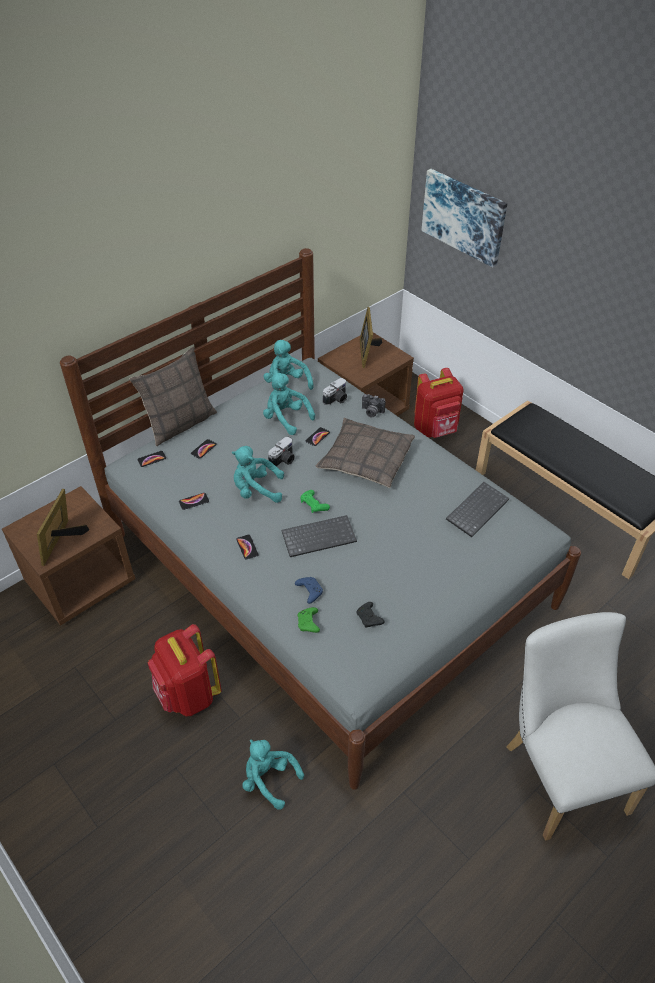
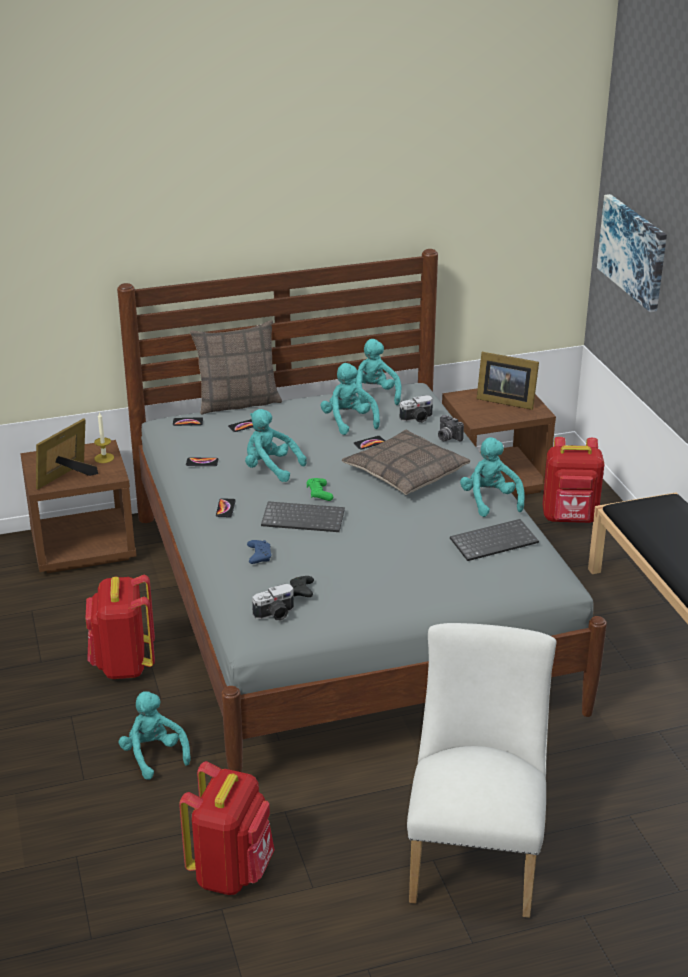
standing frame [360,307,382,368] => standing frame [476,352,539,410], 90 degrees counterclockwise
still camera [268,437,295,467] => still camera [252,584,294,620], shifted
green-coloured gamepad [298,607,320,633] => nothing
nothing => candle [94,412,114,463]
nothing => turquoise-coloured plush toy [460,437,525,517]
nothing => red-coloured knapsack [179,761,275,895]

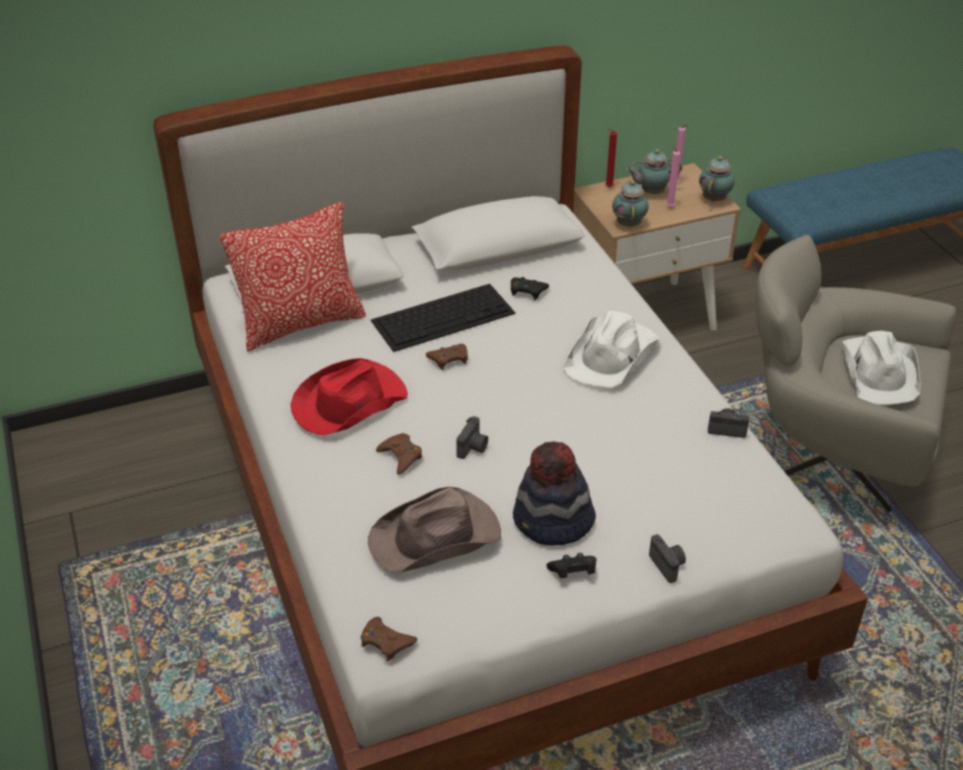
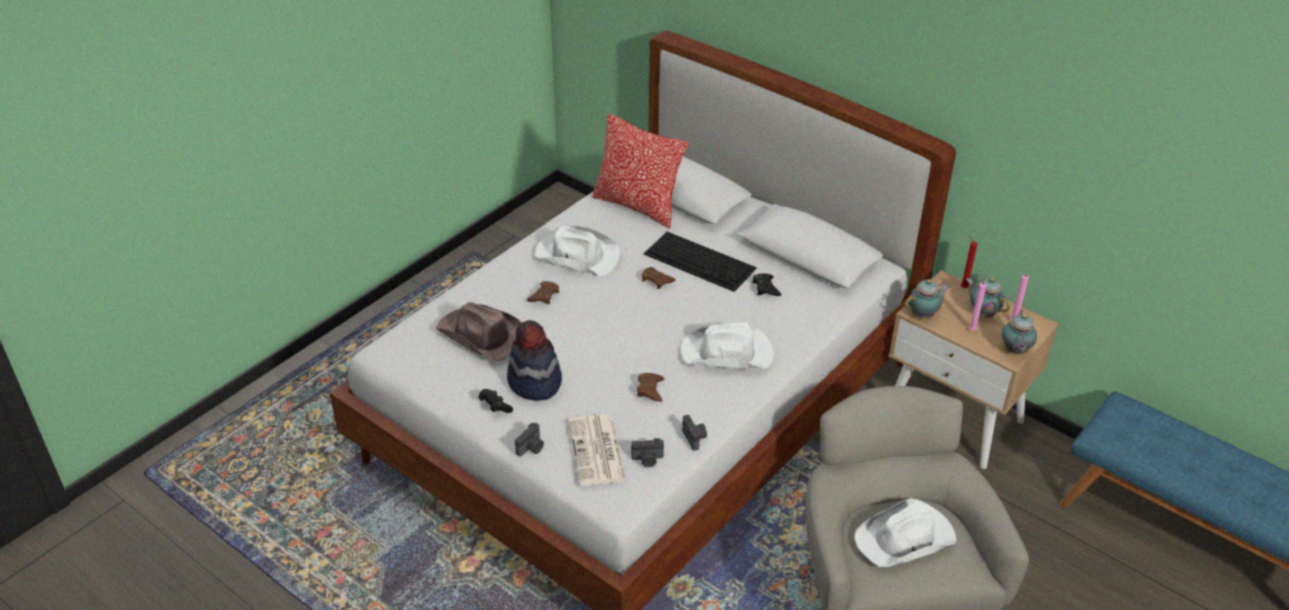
tea pot [699,156,735,202] => tea pot [1002,310,1037,355], 105 degrees clockwise
red-coloured wearable hat [291,358,408,436] => whitish wearable hat [535,225,620,276]
still camera [456,416,488,459] => still camera [631,438,664,467], shifted
brown gamepad [361,617,417,661] => brown gamepad [637,373,664,402], shifted
nothing => daily paper [568,414,627,486]

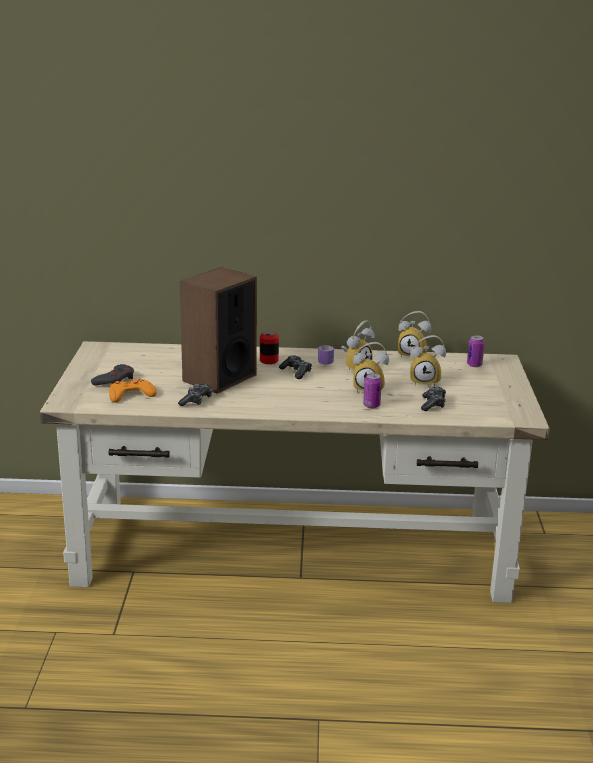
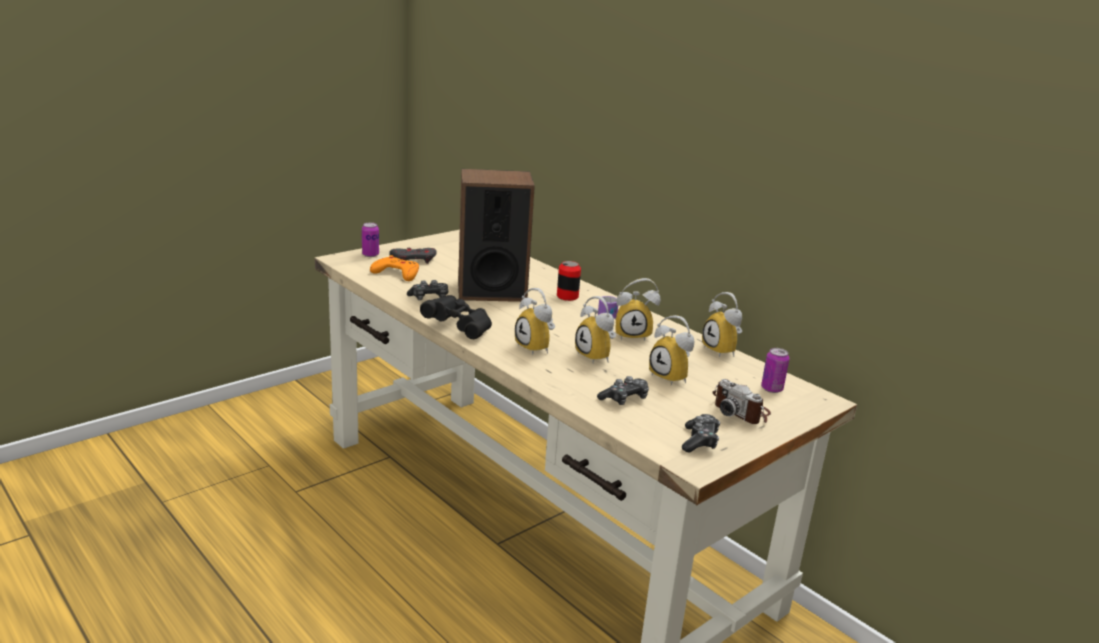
gamepad [279,355,312,379] => gamepad [682,414,720,453], shifted
sealed can [363,373,382,408] => sealed can [362,223,379,257], shifted
nothing => alarm clock [515,288,555,355]
nothing => blackish binoculars [420,295,492,339]
nothing => still camera [712,379,771,424]

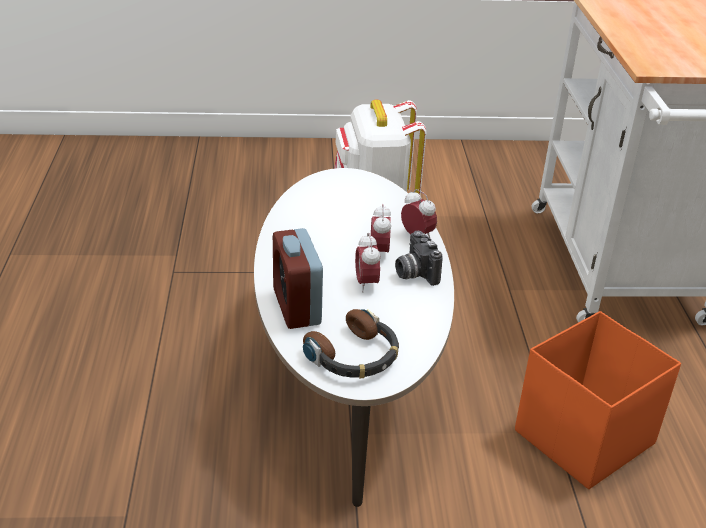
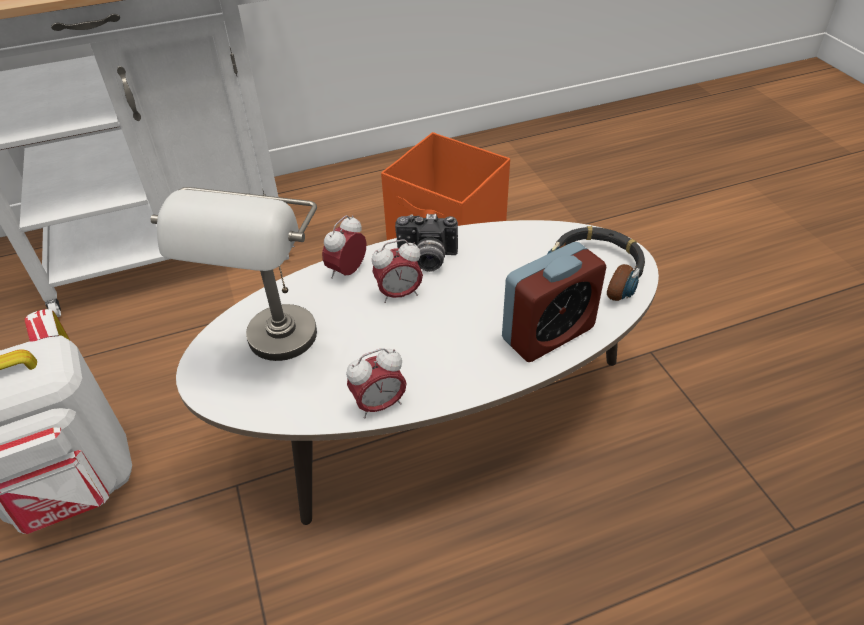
still camera [395,231,443,286] => still camera [395,214,458,272], 45 degrees clockwise
alarm clock [355,233,380,293] => alarm clock [346,348,407,419], shifted
nothing => greyish table lamp [151,187,317,361]

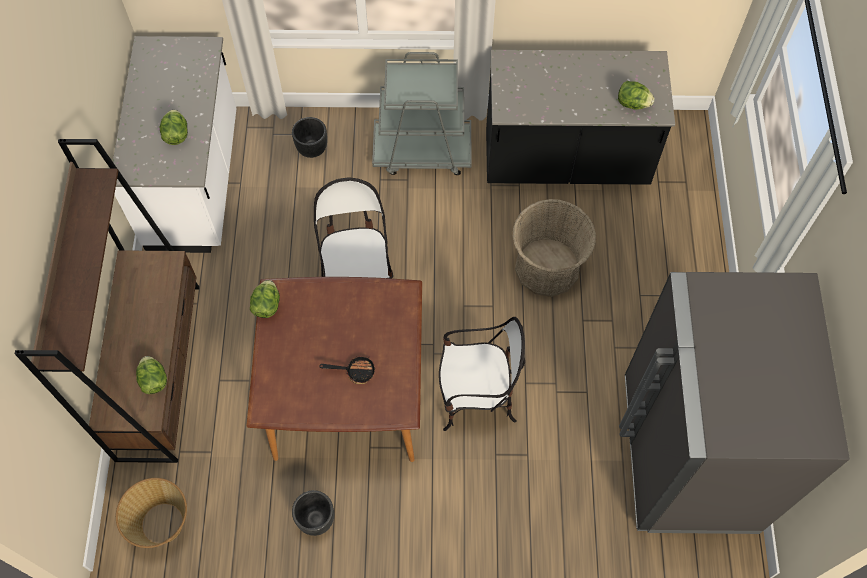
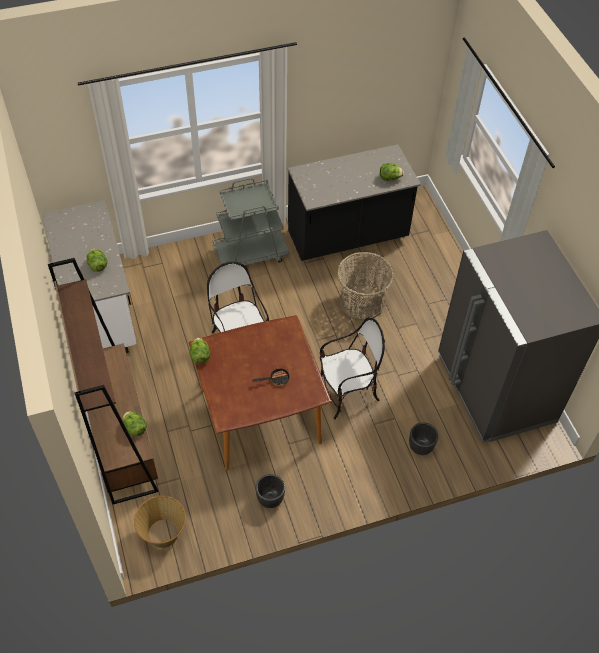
blackish plant pot [292,117,327,158] => blackish plant pot [409,422,438,455], shifted

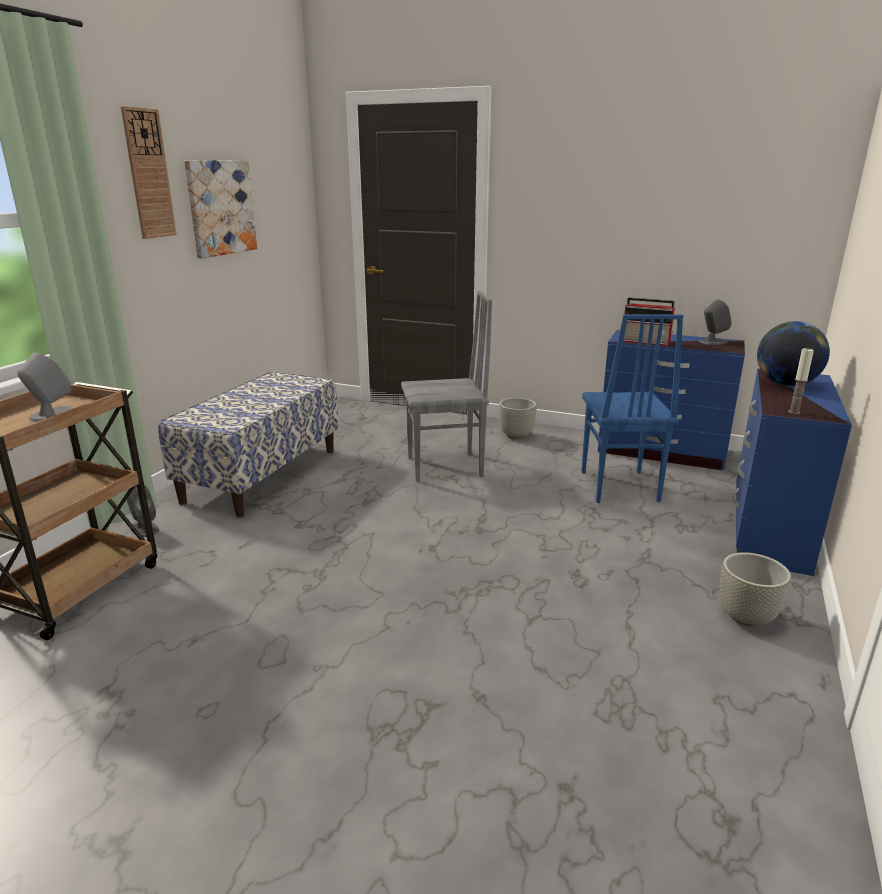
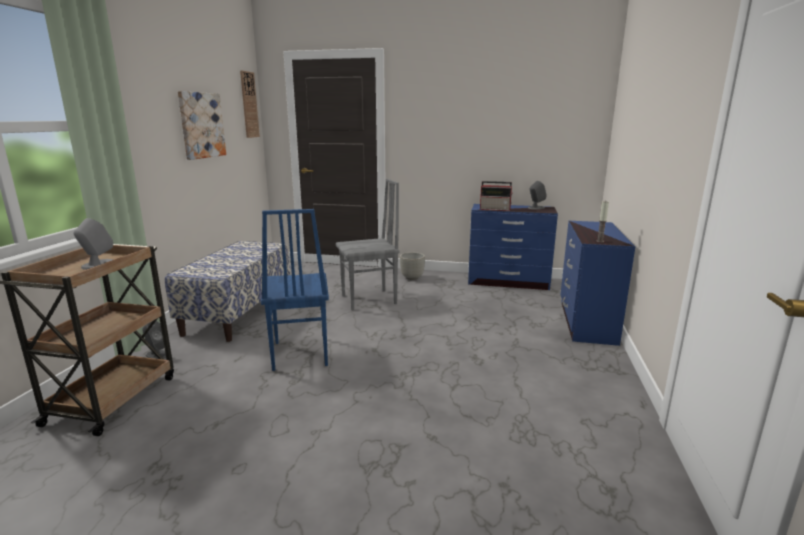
hanging clock [121,106,177,239] => hanging clock [240,70,260,138], shifted
blue-coloured plain chair [581,314,683,503] => blue-coloured plain chair [261,209,329,371], shifted
desk globe [757,321,830,386] => nothing
greyish plant pot [719,552,791,627] => nothing

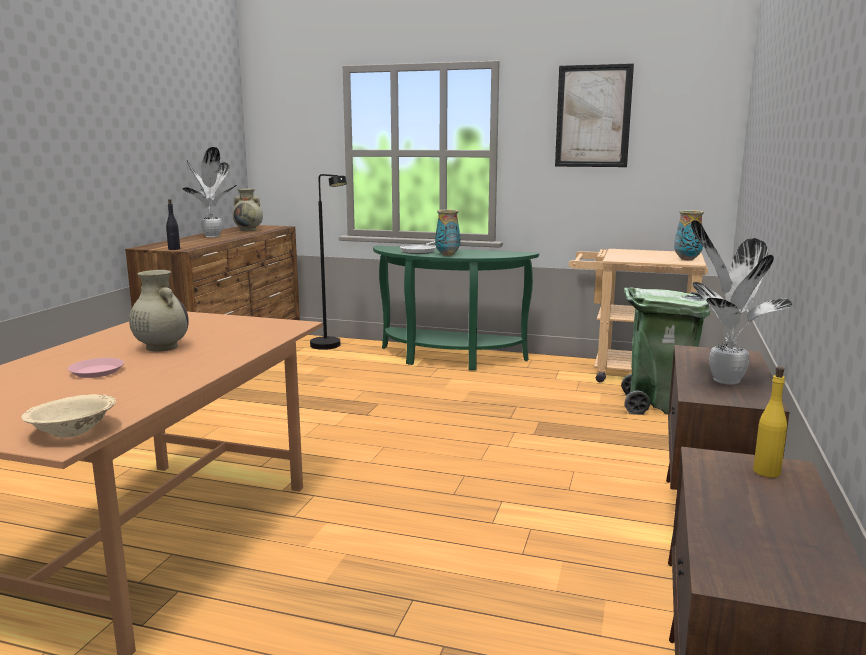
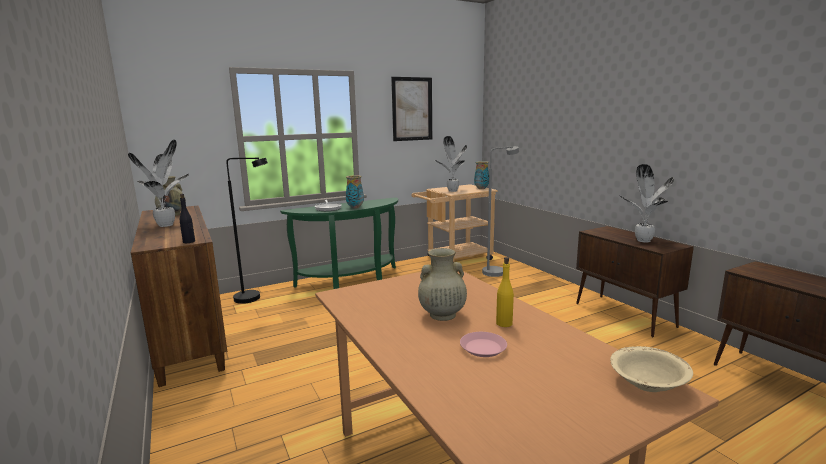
green-coloured waste bin [621,287,710,415] => greyish standard lamp [482,146,519,277]
yellow bottle [753,367,787,478] => yellow bottle [496,257,514,327], shifted
nothing => plant in a pot [435,136,467,192]

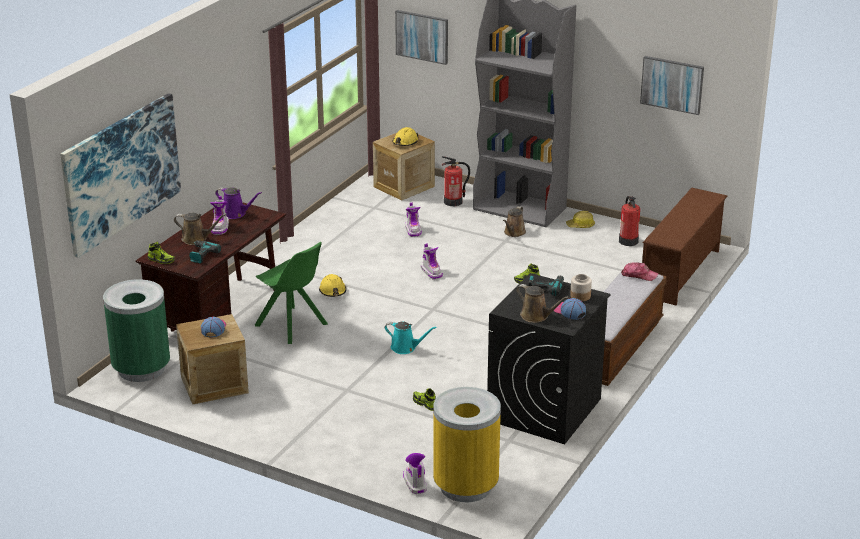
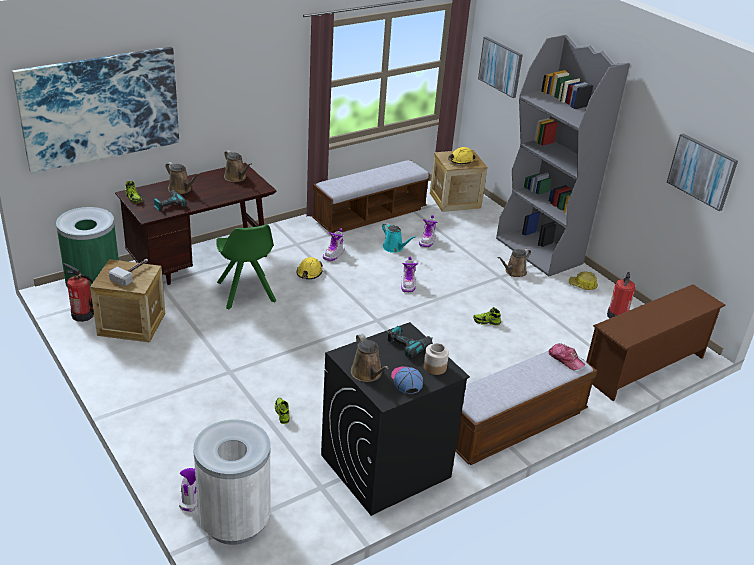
fire extinguisher [442,156,470,206] => fire extinguisher [63,263,94,322], shifted
purple-coloured sprinkling can [215,188,262,219] => brown sprinkling can [224,150,252,182]
tall boot [210,196,229,235] => tall boot [323,228,345,261], shifted
peaked cap [201,317,226,338] => tool hammer [108,259,148,286]
turquoise-coloured sprinkling can [385,321,437,354] => turquoise-coloured sprinkling can [382,223,416,253], shifted
yellow waste bin [433,387,501,502] => whitish waste bin [193,419,271,545]
nothing => long seat [312,160,430,233]

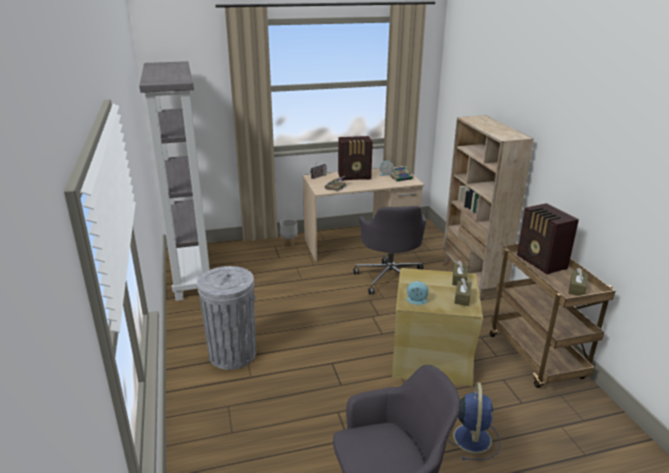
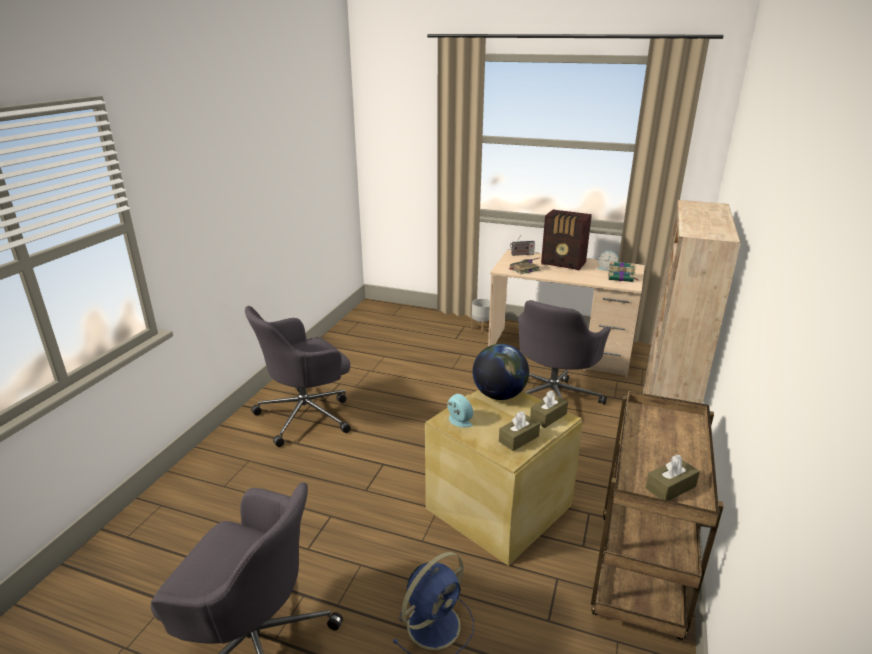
greyish bookshelf [139,61,210,301] => nothing
radio set [517,203,579,274] => nothing
greyish waste bin [197,266,256,370] => greyish desk chair [245,306,351,447]
nothing => desk globe [472,344,529,400]

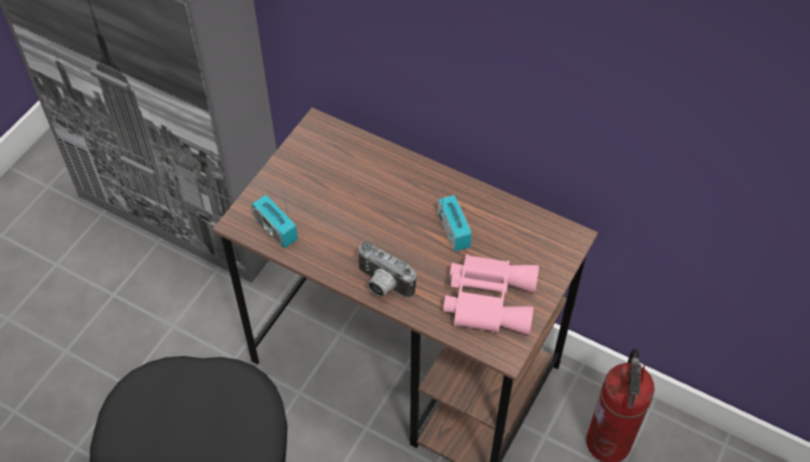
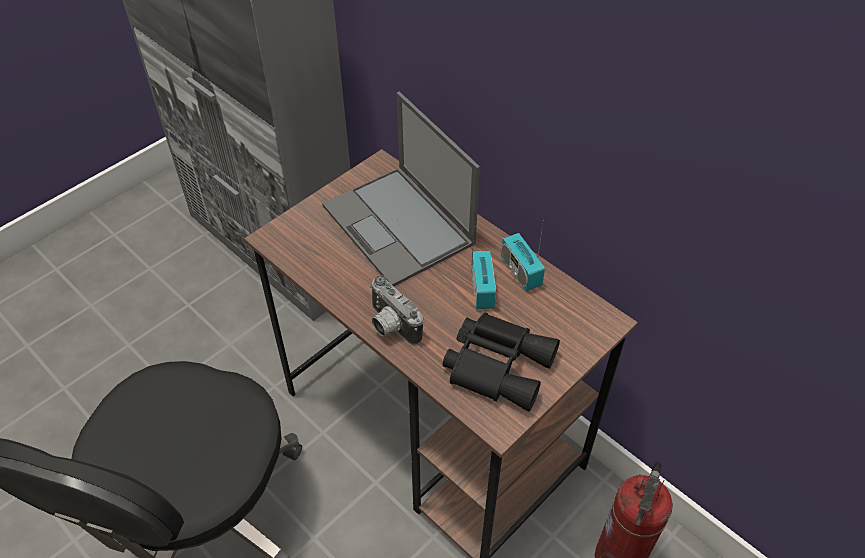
radio set [252,186,298,248] => radio set [501,224,545,291], shifted
pink-coloured binoculars [443,254,539,335] => blackish binoculars [442,312,560,411]
nothing => portable computer [322,92,480,286]

